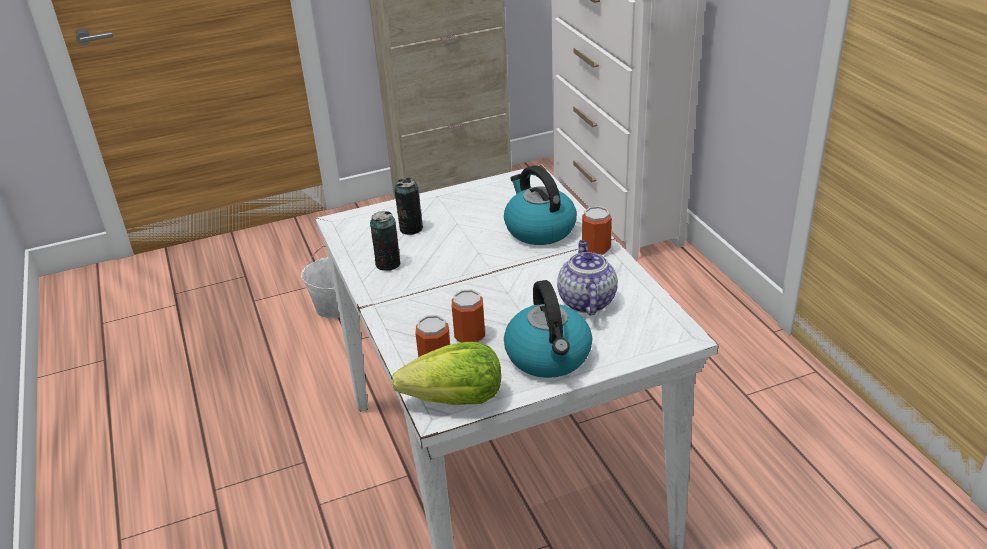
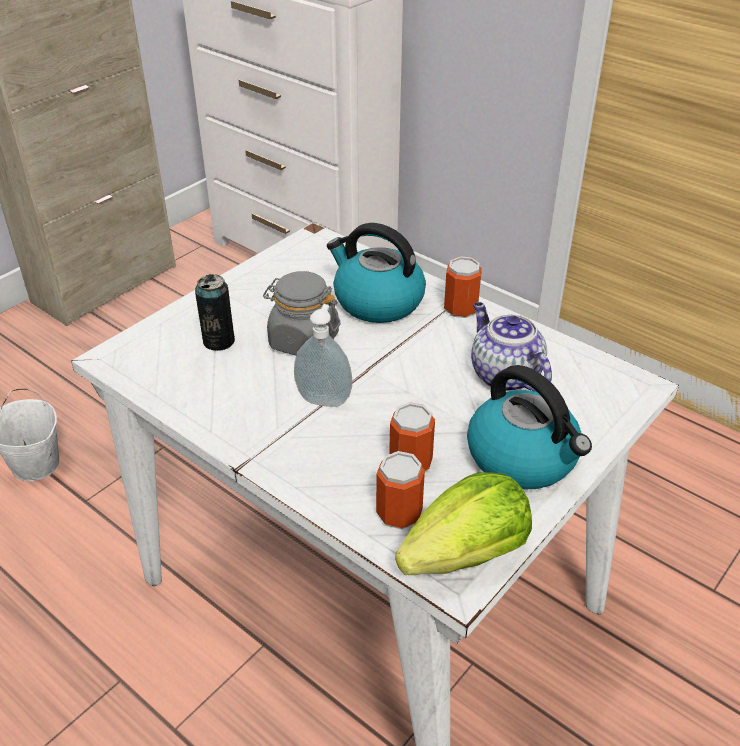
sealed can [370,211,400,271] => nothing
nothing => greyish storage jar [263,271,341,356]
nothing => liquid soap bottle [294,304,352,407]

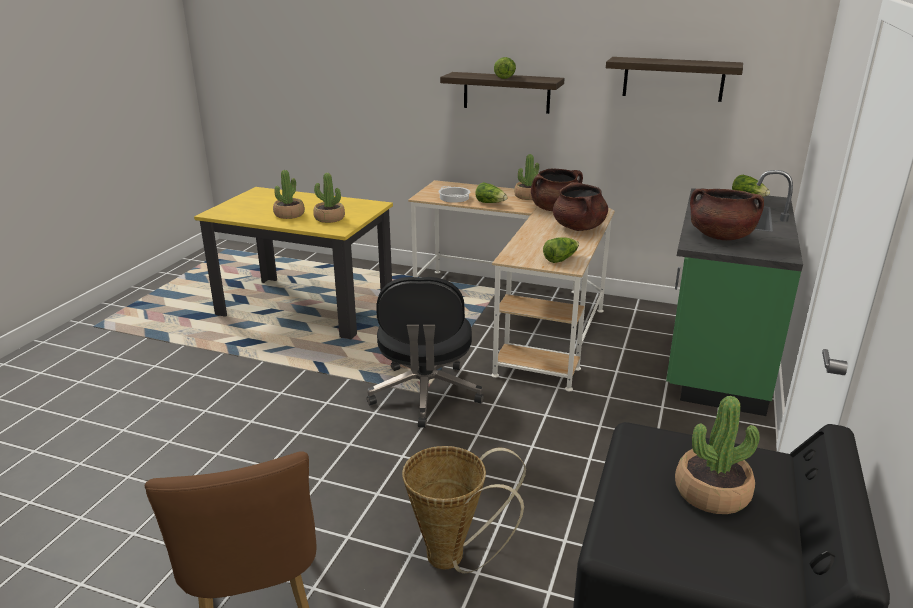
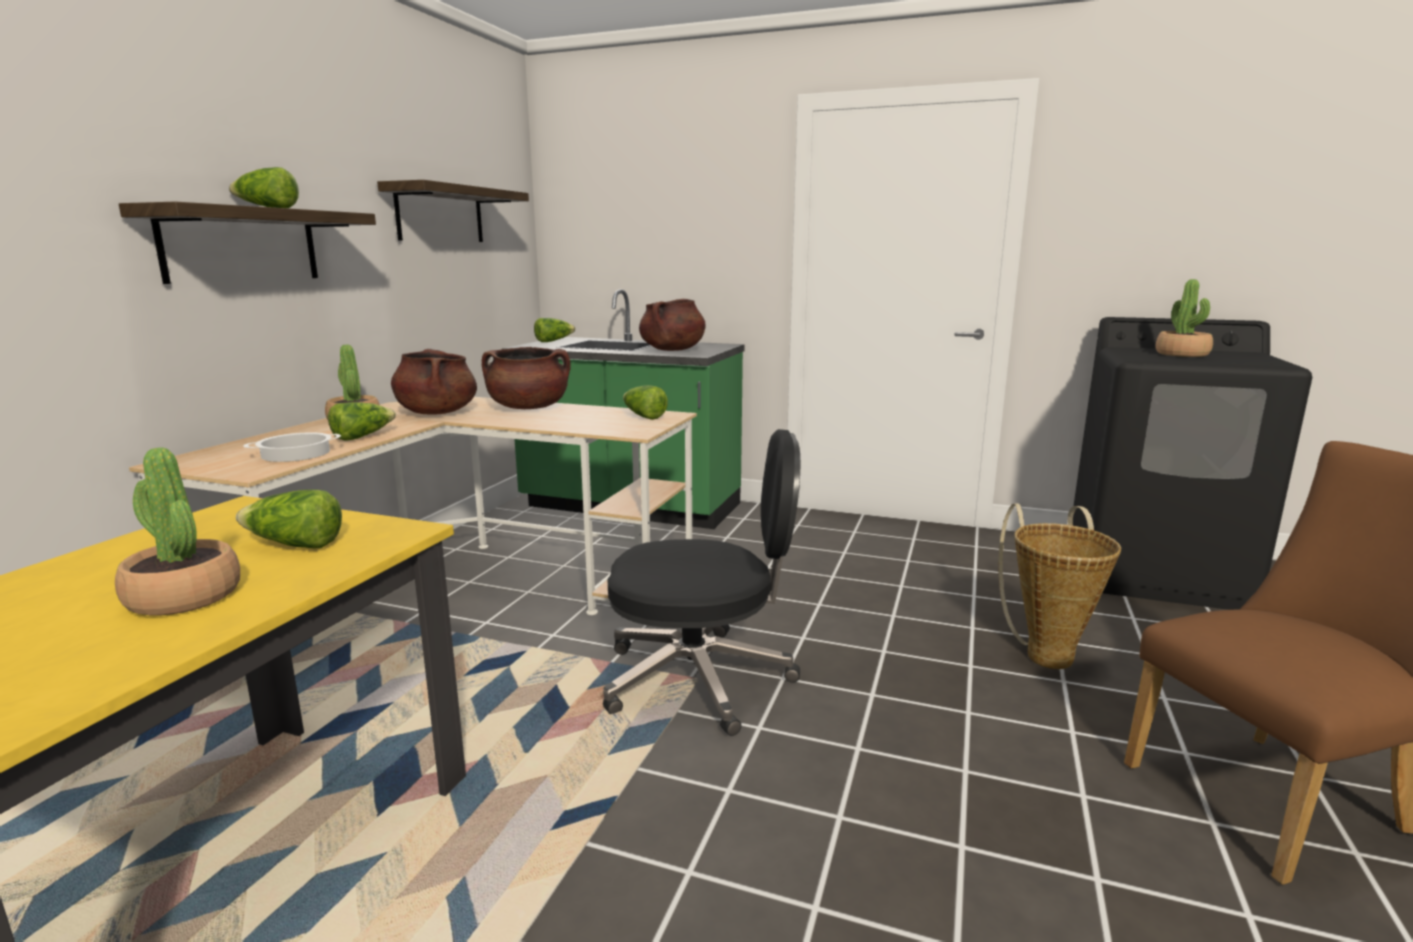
plant in a pot [313,173,345,223] => lettuce head [236,490,342,548]

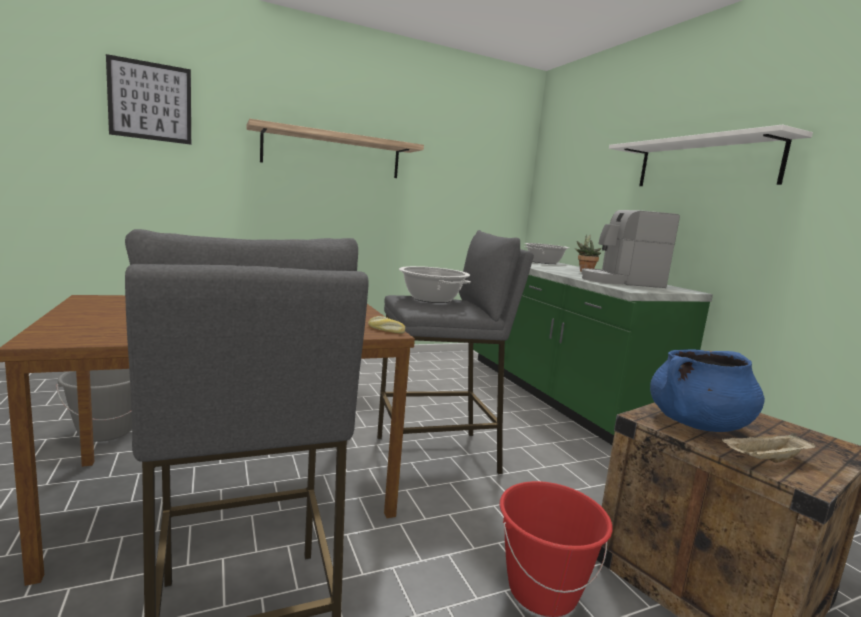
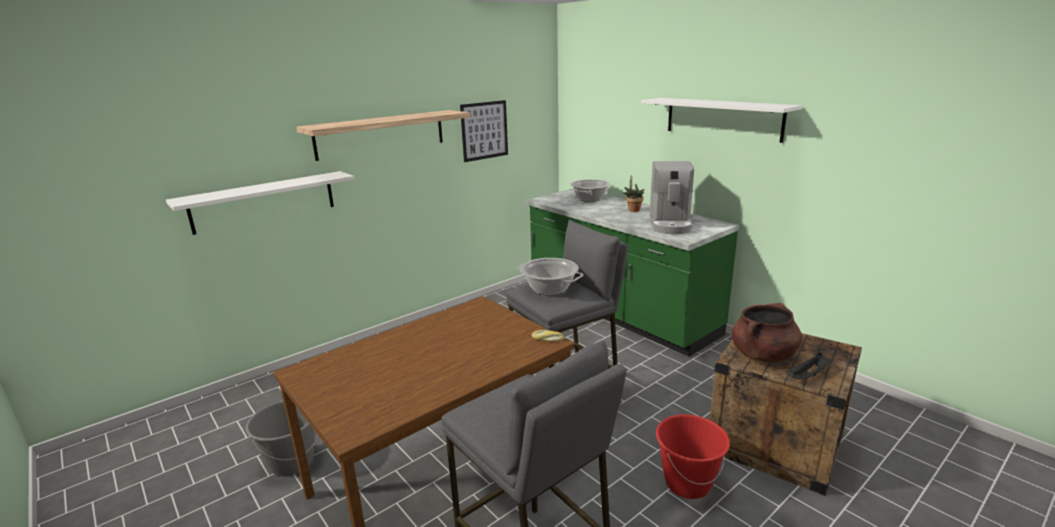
wall art [106,54,191,145] => wall art [460,100,508,162], shifted
coffee machine [581,210,680,288] => coffee machine [650,161,694,234], 60 degrees counterclockwise
blue-coloured cooking pot [650,349,765,432] => brown cooking pot [732,303,802,362]
beige carrying tray [722,433,816,463] => blackish carrying tray [786,353,833,380]
nothing => whitish bracket shelf [166,171,355,235]

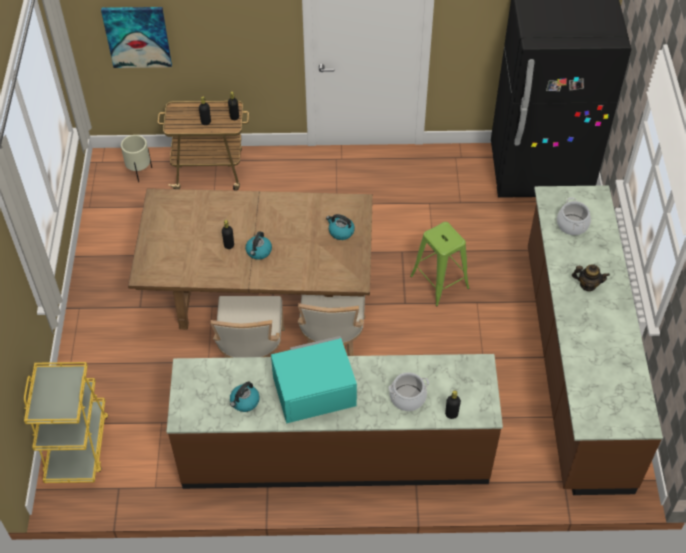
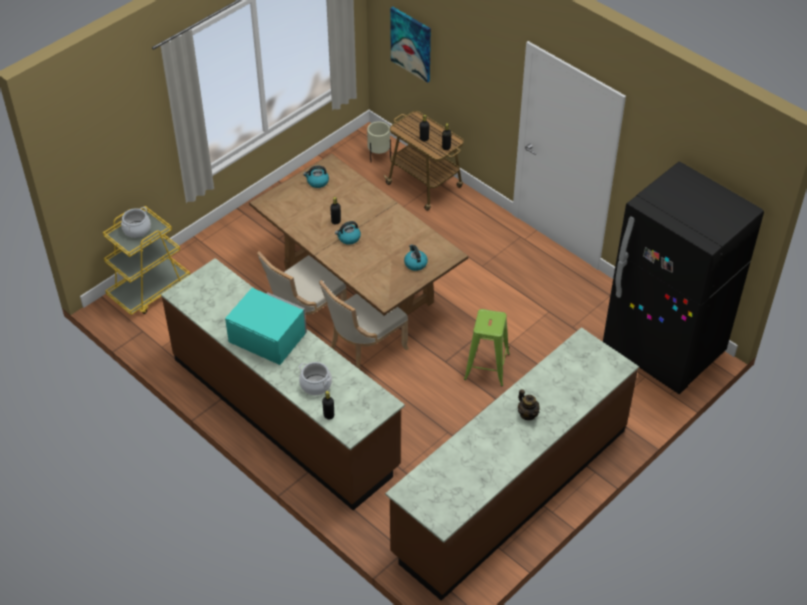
cooking pot [557,197,591,235] => cooking pot [121,207,151,238], shifted
tea kettle [230,382,260,412] => tea kettle [303,166,329,188], shifted

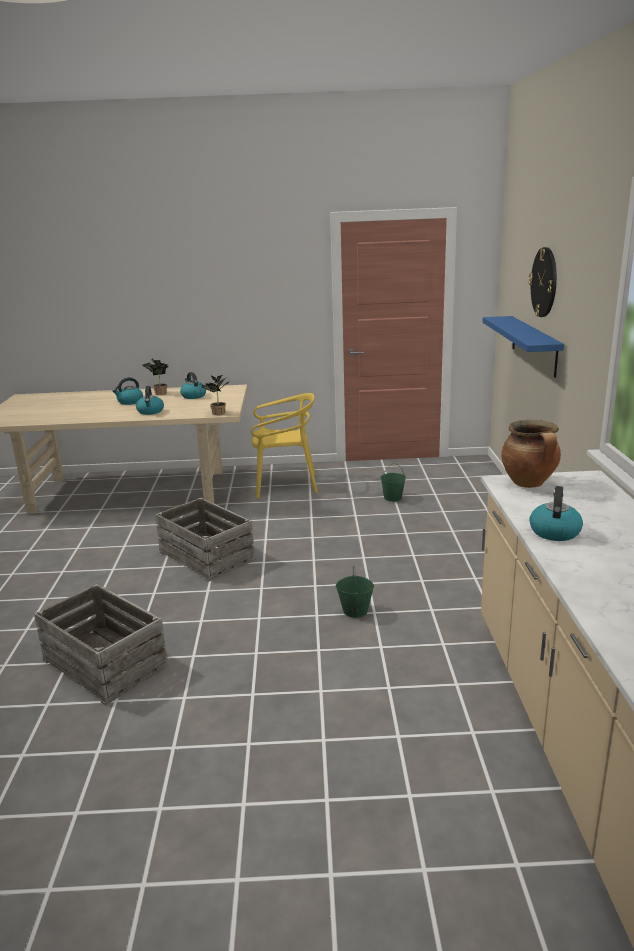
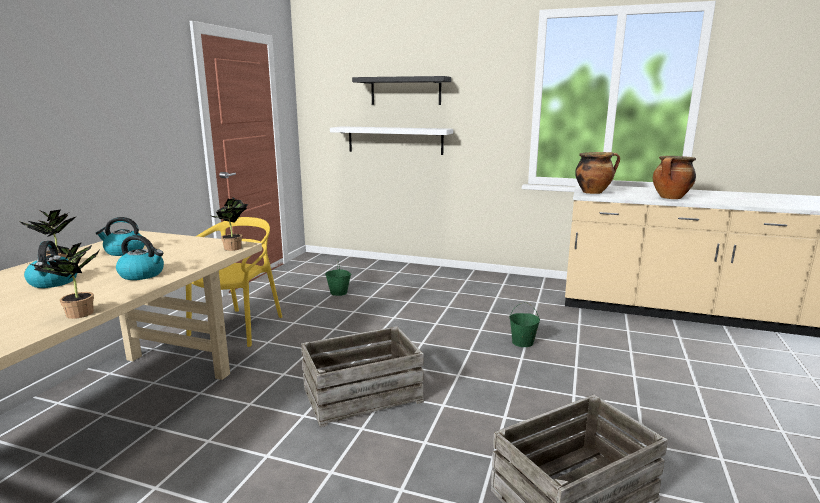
hanging clock [529,247,557,317] => blackish bracket shelf [352,76,451,105]
blue-coloured bracket shelf [482,316,564,378] => whitish bracket shelf [330,126,453,155]
tea kettle [529,486,583,541] => cooking pot [653,156,696,199]
nothing => plant in a pot [28,242,99,319]

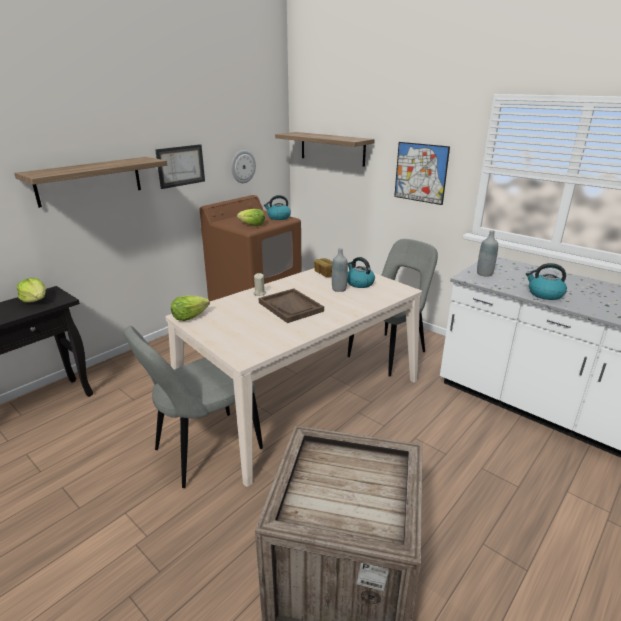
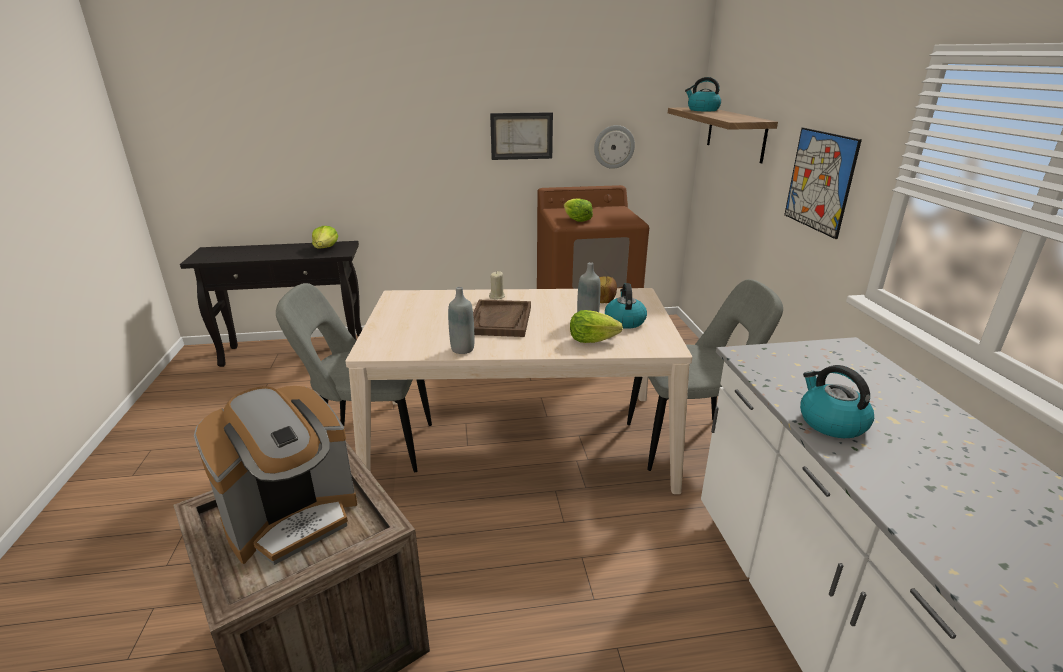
bracket shelf [14,157,167,208] => nothing
tea kettle [264,195,291,220] => tea kettle [685,77,721,111], shifted
greyish bottle [477,230,498,277] => greyish bottle [448,287,474,354], shifted
lettuce head [171,296,210,321] => lettuce head [570,310,623,343], shifted
nothing => coffee machine [194,386,357,565]

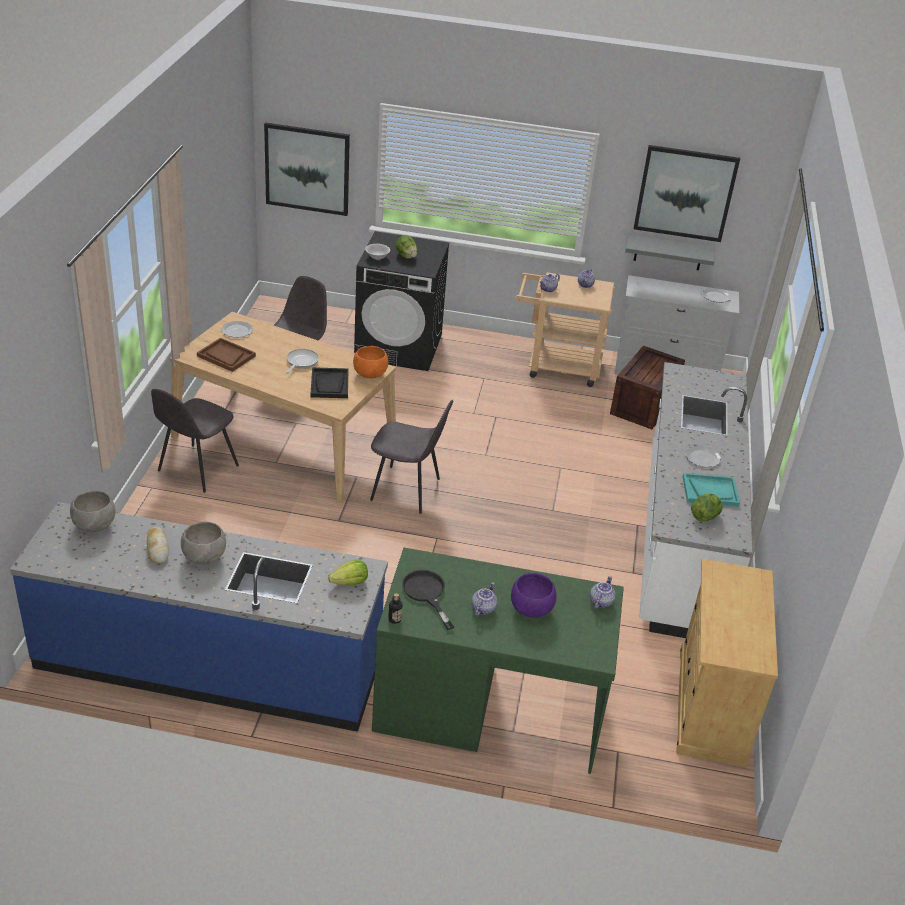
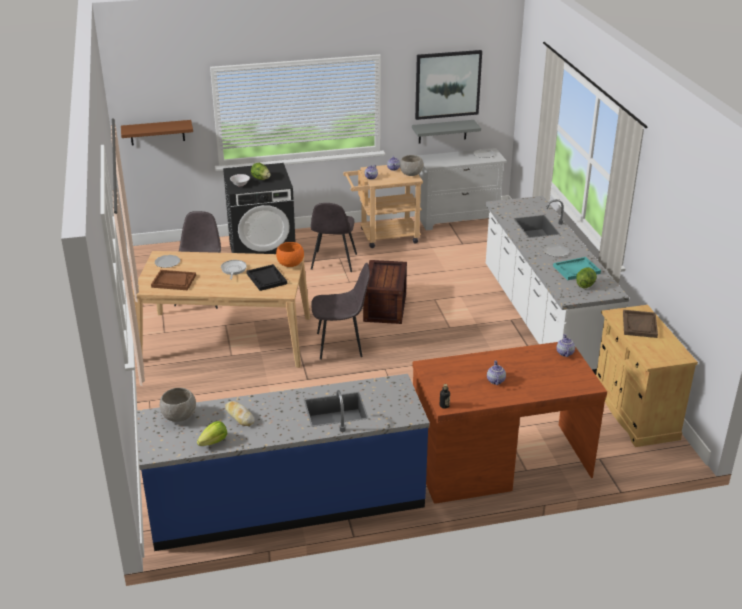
wall art [264,122,350,216] => brown bracket shelf [121,120,193,145]
packing crate [610,346,685,429] => packing crate [363,260,407,324], shifted
greyish plain chair [151,389,239,493] => greyish plain chair [311,203,357,272], shifted
greyish deep dish [181,522,226,565] => greyish deep dish [400,155,423,176], shifted
green-coloured desk unit [372,548,624,774] => brown desk unit [413,342,607,504]
lettuce head [328,559,368,585] => lettuce head [197,421,227,446], shifted
blackish skillet [402,570,454,630] => nothing
purple-coloured deep dish [511,573,557,617] => nothing
nothing => brown carrying tray [623,310,658,338]

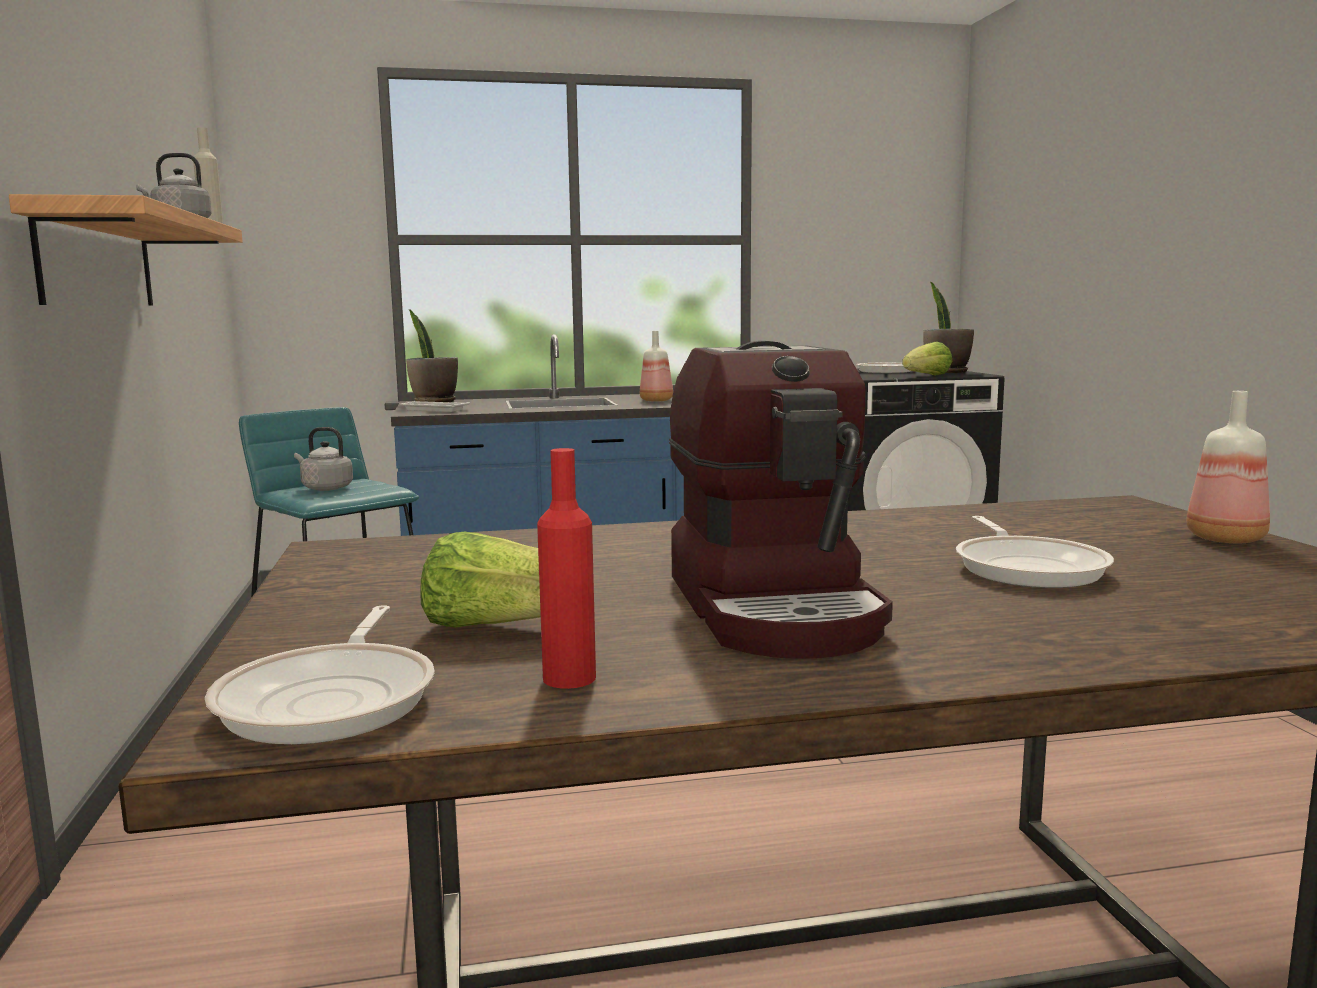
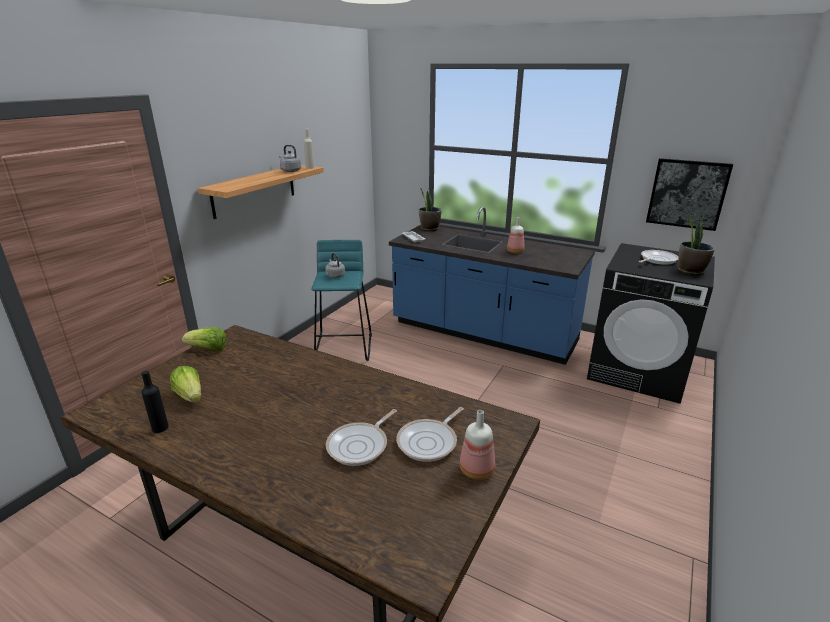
coffee machine [669,341,893,659] => nothing
lettuce head [902,342,952,375] => lettuce head [182,327,227,351], shifted
red-coloured bottle [537,448,596,689] => blackish bottle [141,371,169,433]
skillet [205,605,435,744] => skillet [396,407,464,462], shifted
nothing => wall art [646,158,733,231]

